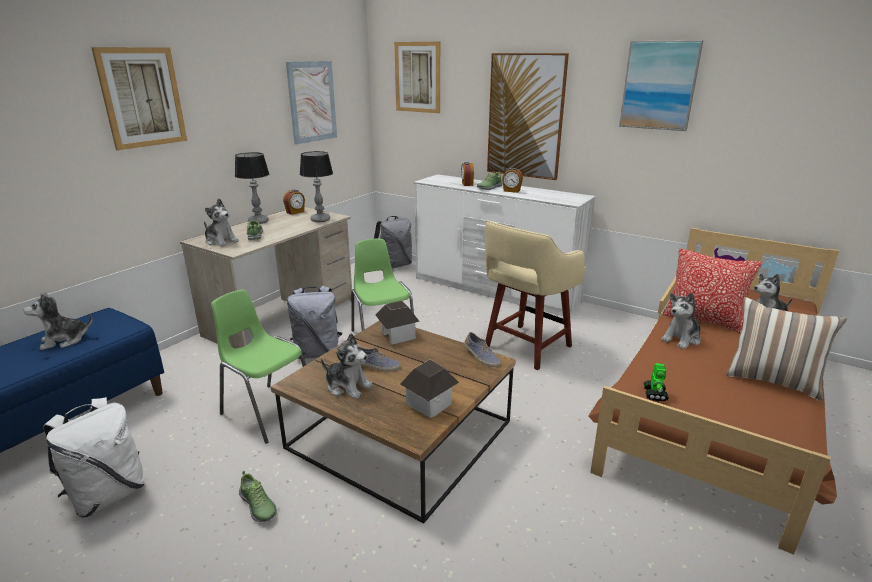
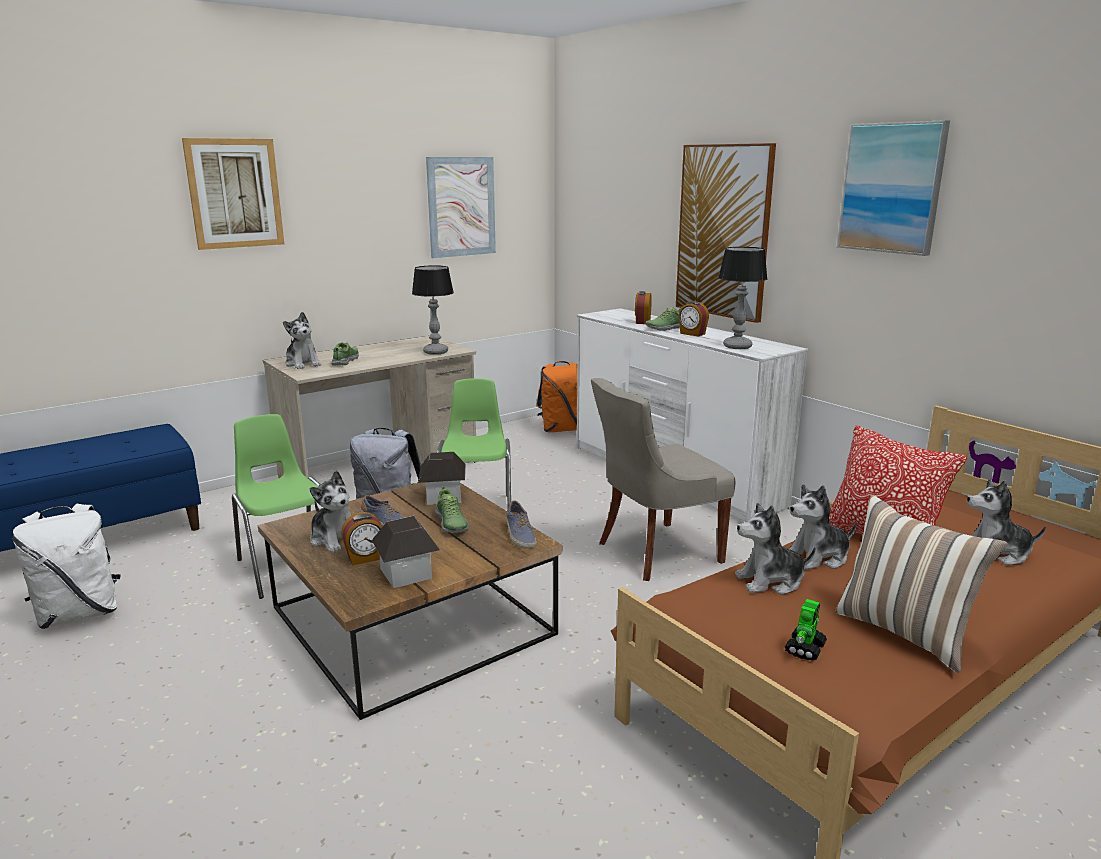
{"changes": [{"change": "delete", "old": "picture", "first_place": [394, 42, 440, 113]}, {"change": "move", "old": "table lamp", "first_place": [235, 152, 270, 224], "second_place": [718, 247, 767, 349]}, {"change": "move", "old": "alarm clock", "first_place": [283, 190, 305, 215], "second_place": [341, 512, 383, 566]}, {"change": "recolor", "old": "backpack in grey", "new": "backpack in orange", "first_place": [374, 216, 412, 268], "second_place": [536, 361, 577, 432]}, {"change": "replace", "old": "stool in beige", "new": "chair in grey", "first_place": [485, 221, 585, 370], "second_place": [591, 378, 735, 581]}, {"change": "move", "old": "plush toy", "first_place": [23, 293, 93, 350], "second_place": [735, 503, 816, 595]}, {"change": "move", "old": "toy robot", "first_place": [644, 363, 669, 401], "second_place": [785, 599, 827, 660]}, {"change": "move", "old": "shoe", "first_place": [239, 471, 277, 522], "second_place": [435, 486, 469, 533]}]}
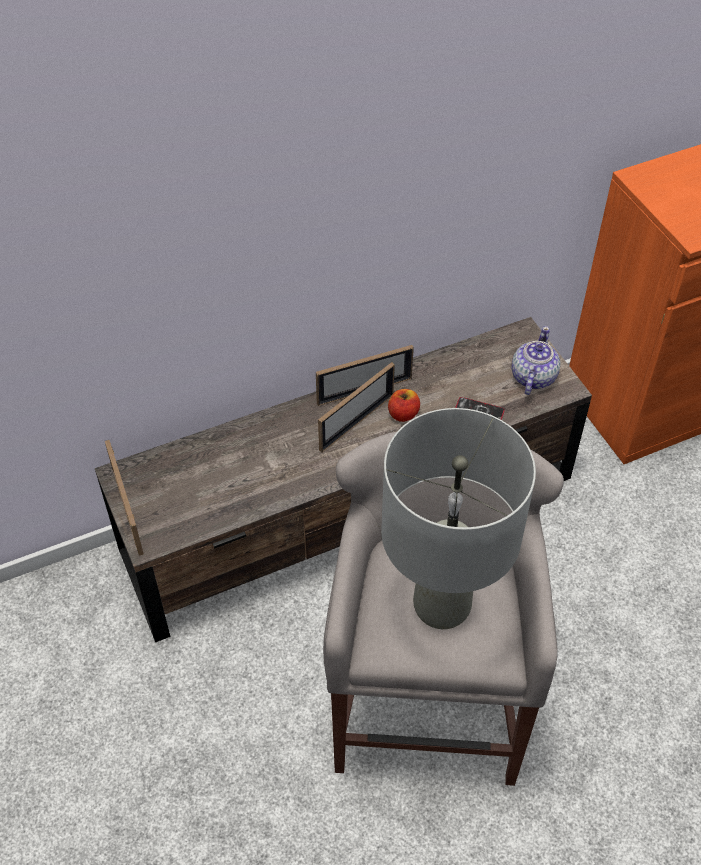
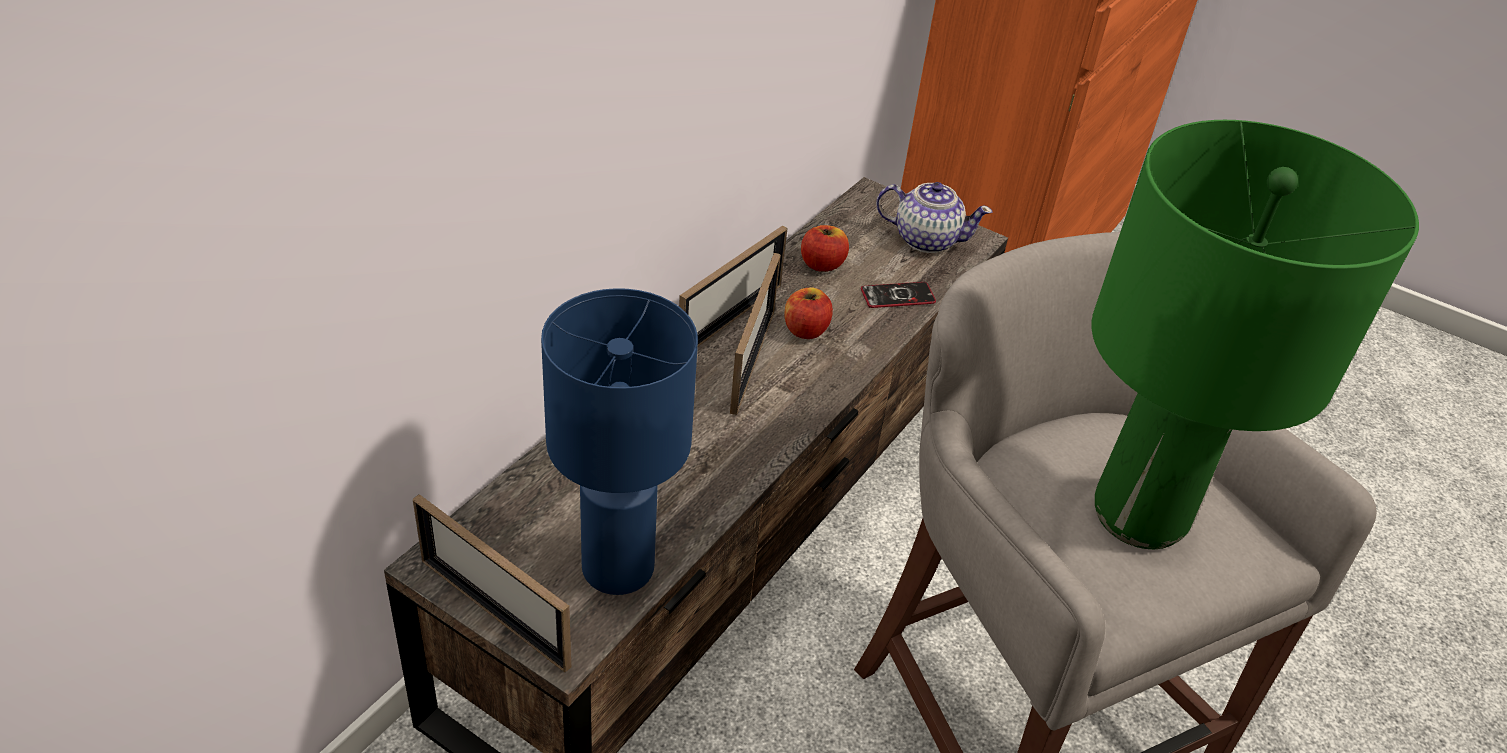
{"changes": [{"change": "rotate", "old": "teapot", "first_place": [511, 326, 561, 395], "second_place": [876, 182, 992, 253], "degrees": 120}, {"change": "recolor", "old": "table lamp in grey", "new": "table lamp in green", "first_place": [381, 408, 536, 629], "second_place": [1091, 120, 1419, 549]}, {"change": "insert", "new": "apple", "second_place": [801, 225, 849, 272]}, {"change": "insert", "new": "table lamp in blue", "second_place": [541, 288, 698, 595]}]}
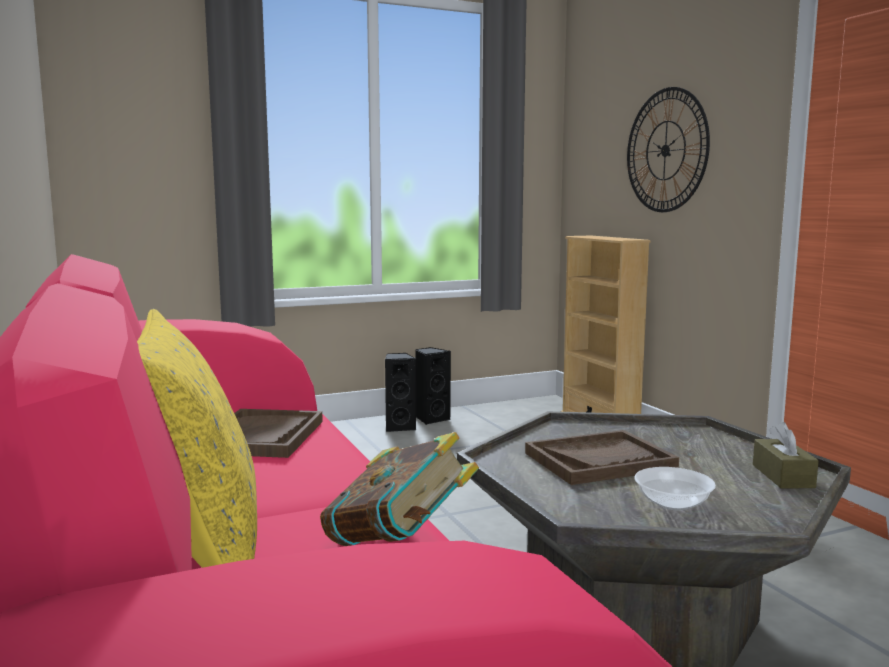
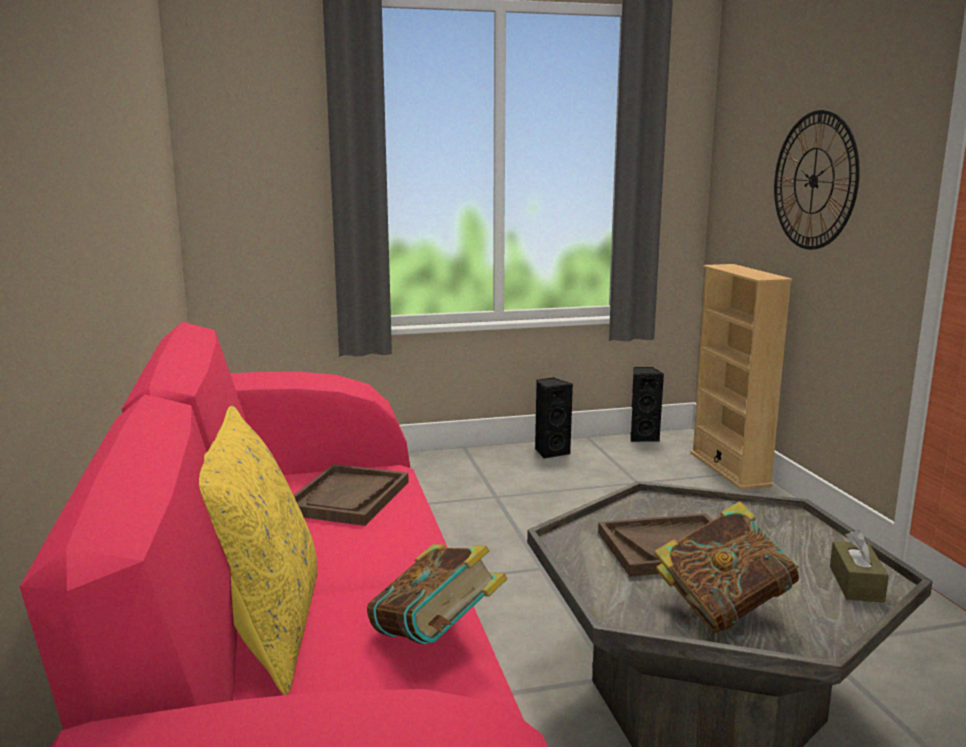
{"changes": [{"change": "move", "old": "speaker in black", "first_place": [385, 353, 416, 432], "second_place": [630, 367, 664, 442]}, {"change": "replace", "old": "bowl", "new": "book", "first_place": [635, 467, 716, 510], "second_place": [654, 501, 799, 633]}]}
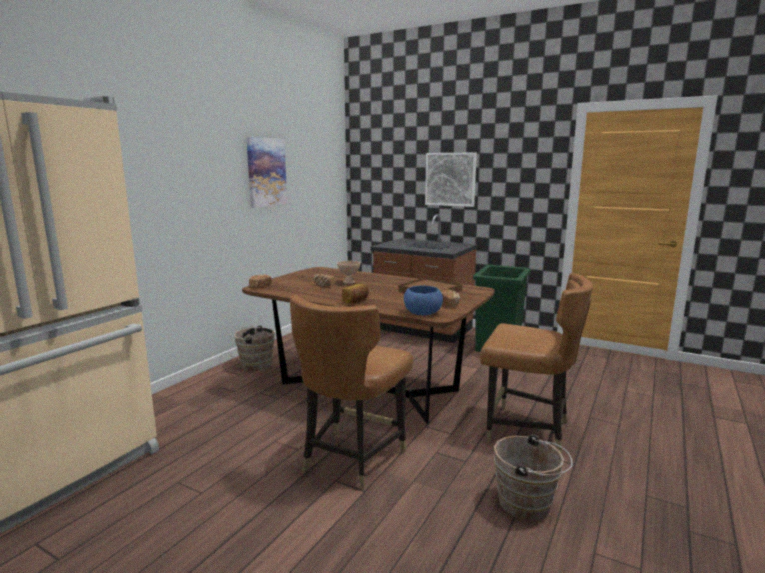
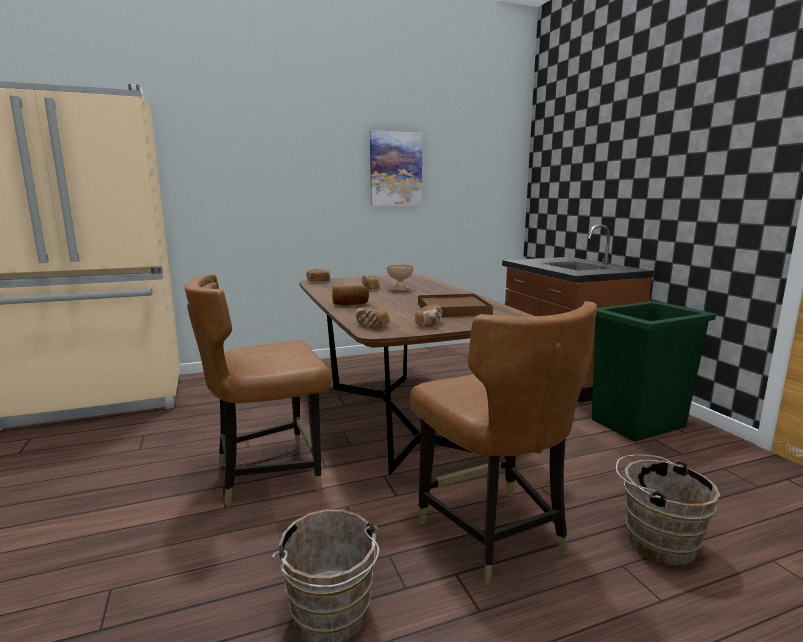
{"changes": [{"change": "delete", "old": "picture", "first_place": [425, 152, 477, 207]}, {"change": "replace", "old": "bowl in blue", "new": "bread", "first_place": [404, 285, 443, 315], "second_place": [355, 307, 390, 328]}, {"change": "move", "old": "bucket in brown", "first_place": [230, 325, 275, 371], "second_place": [616, 454, 720, 565]}]}
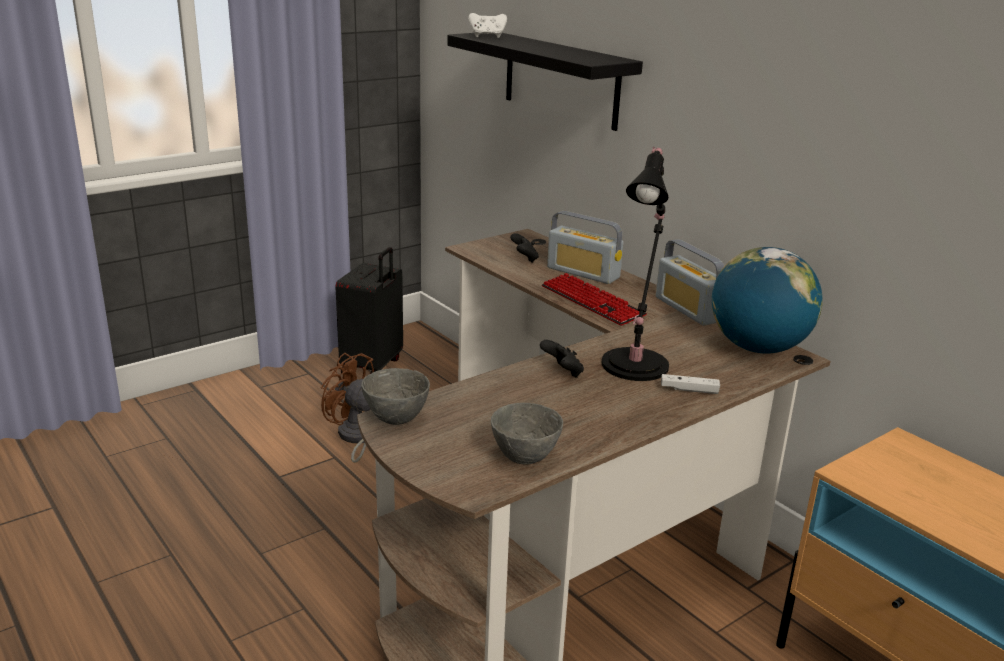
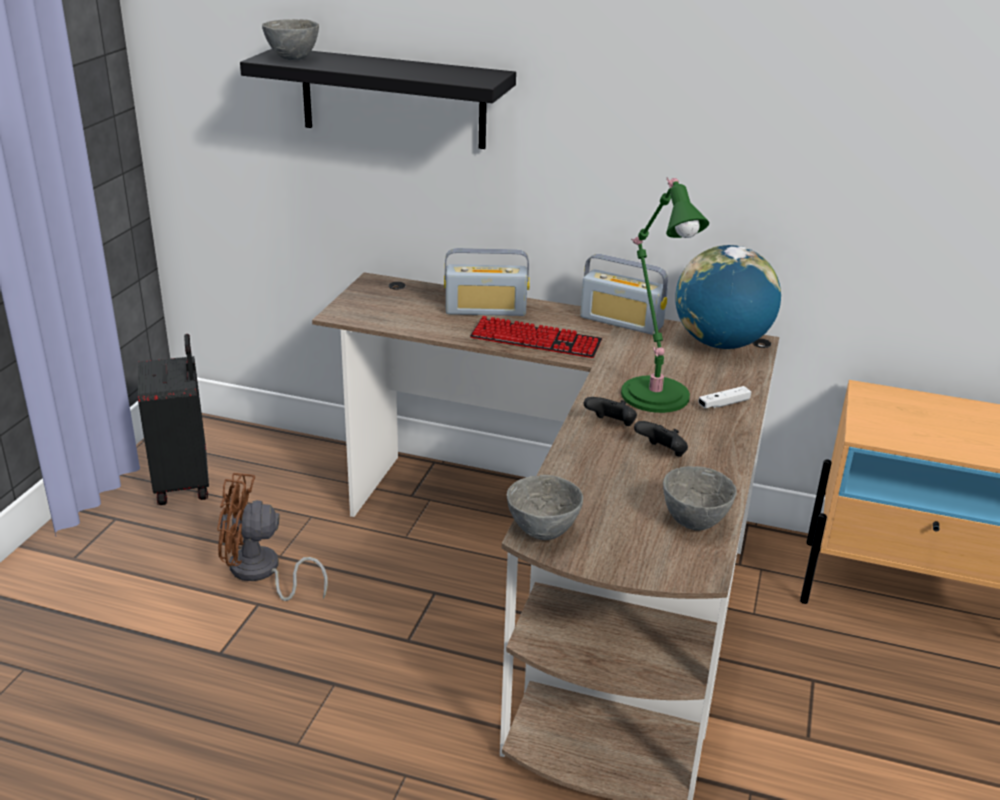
{"changes": [{"change": "replace", "old": "game controller in white", "new": "bowl in grey", "first_place": [468, 13, 507, 38], "second_place": [262, 19, 319, 60]}, {"change": "recolor", "old": "table lamp in black", "new": "table lamp in green", "first_place": [602, 147, 669, 381], "second_place": [621, 178, 709, 413]}, {"change": "move", "old": "game controller in black", "first_place": [510, 233, 539, 263], "second_place": [634, 421, 688, 457]}]}
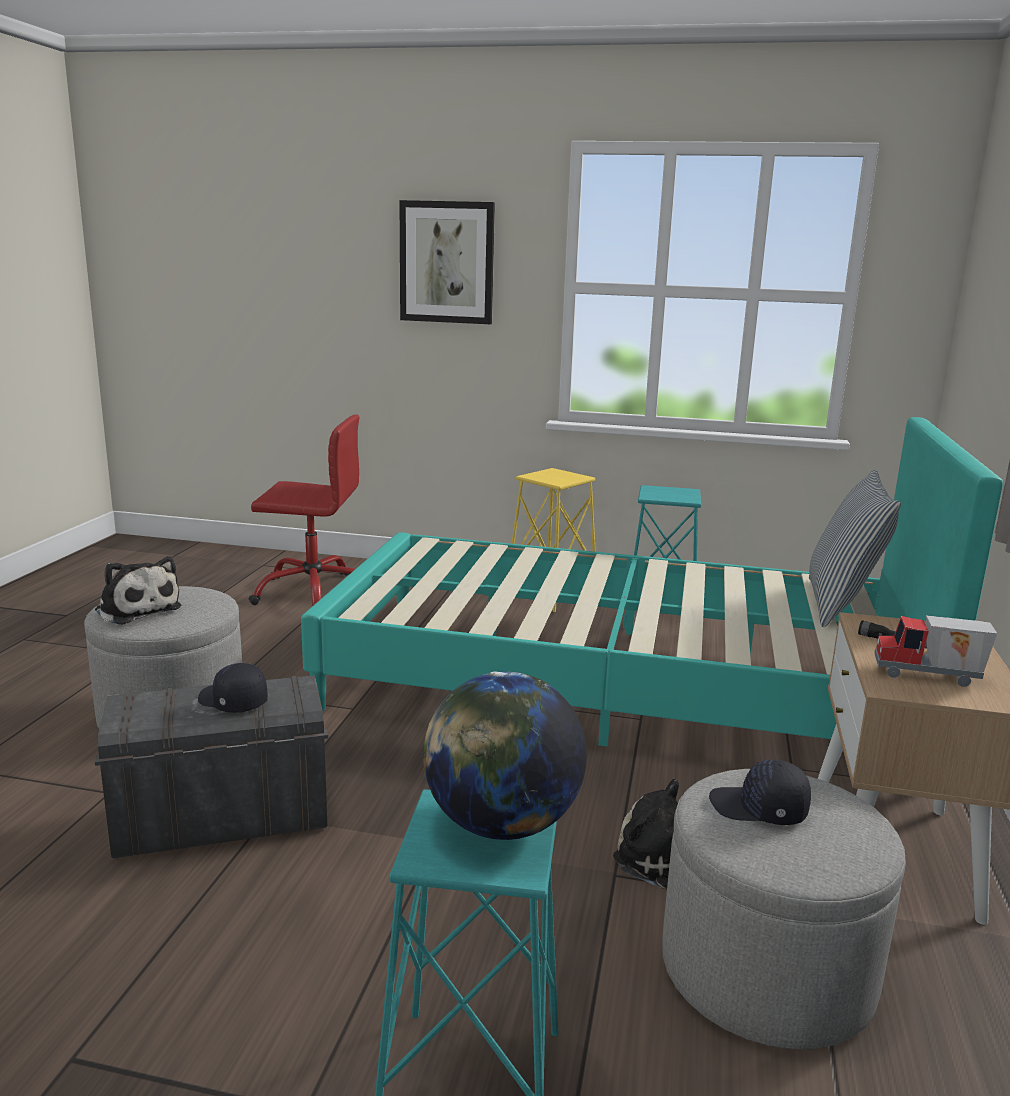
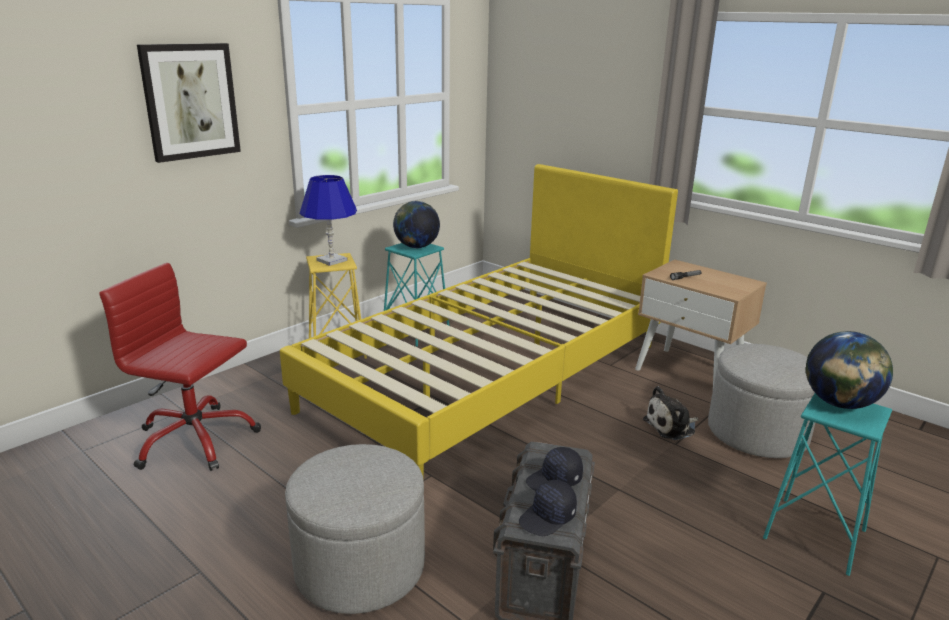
{"changes": [{"change": "rotate", "old": "office chair in red", "first_place": [249, 414, 360, 606], "second_place": [99, 263, 261, 471], "degrees": -105}, {"change": "recolor", "old": "bed in turquoise", "new": "bed in yellow", "first_place": [301, 417, 1003, 746], "second_place": [280, 164, 678, 477]}, {"change": "delete", "old": "pillow", "first_place": [809, 469, 901, 628]}, {"change": "delete", "old": "plush toy", "first_place": [95, 556, 181, 625]}, {"change": "delete", "old": "toy truck", "first_place": [874, 615, 997, 687]}, {"change": "move", "old": "cap in black", "first_place": [709, 759, 811, 825], "second_place": [519, 480, 577, 536]}, {"change": "insert", "new": "table lamp in blue", "second_place": [300, 175, 357, 266]}, {"change": "insert", "new": "globe", "second_place": [393, 201, 440, 248]}]}
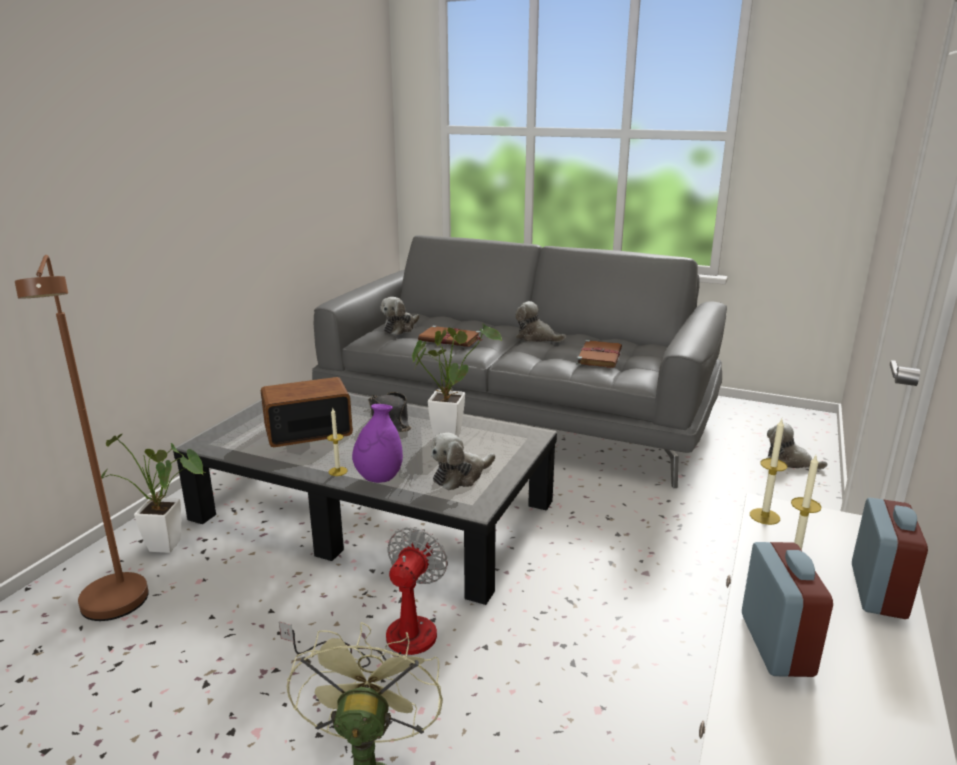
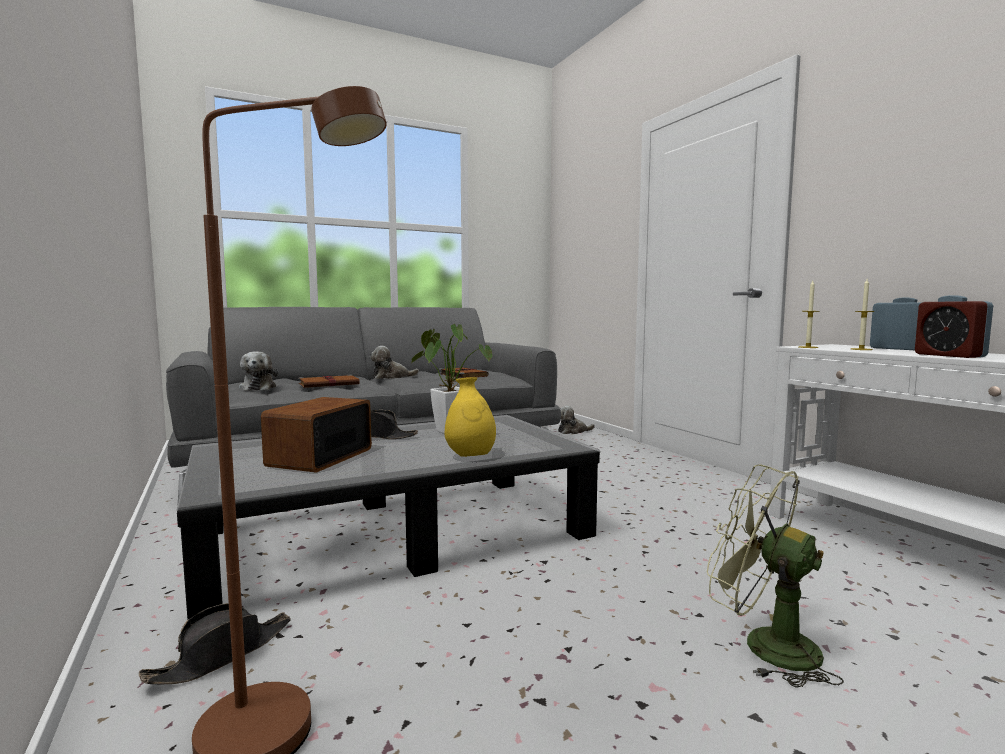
{"changes": [{"change": "recolor", "old": "vase in purple", "new": "vase in yellow", "first_place": [352, 404, 403, 483], "second_place": [445, 377, 496, 457]}, {"change": "delete", "old": "candle", "first_place": [327, 408, 347, 476]}, {"change": "delete", "old": "plush toy", "first_place": [431, 433, 495, 491]}, {"change": "replace", "old": "potted plant", "new": "hat in black", "first_place": [101, 434, 205, 553], "second_place": [139, 603, 291, 684]}, {"change": "delete", "old": "fan", "first_place": [279, 527, 448, 668]}, {"change": "rotate", "old": "alarm clock", "first_place": [742, 542, 833, 677], "second_place": [915, 295, 993, 358], "degrees": -150}]}
